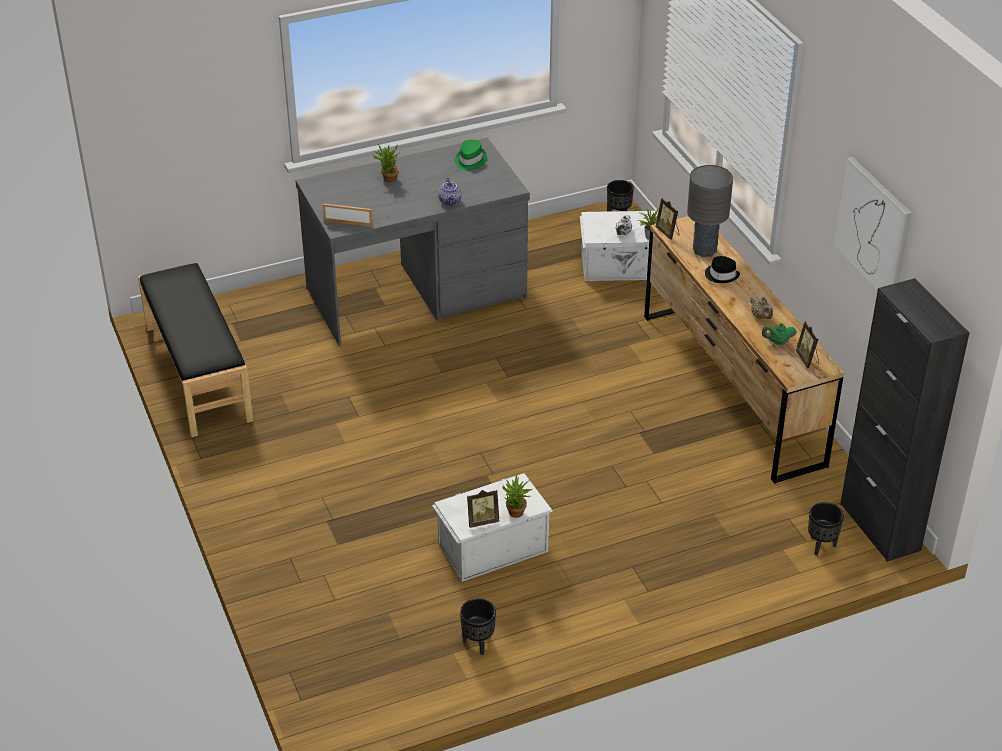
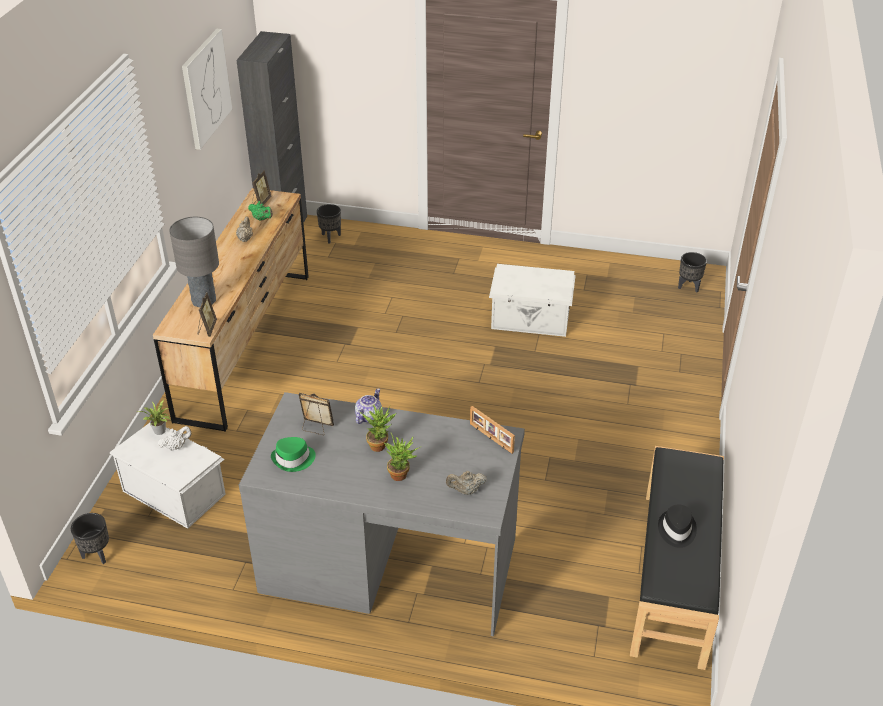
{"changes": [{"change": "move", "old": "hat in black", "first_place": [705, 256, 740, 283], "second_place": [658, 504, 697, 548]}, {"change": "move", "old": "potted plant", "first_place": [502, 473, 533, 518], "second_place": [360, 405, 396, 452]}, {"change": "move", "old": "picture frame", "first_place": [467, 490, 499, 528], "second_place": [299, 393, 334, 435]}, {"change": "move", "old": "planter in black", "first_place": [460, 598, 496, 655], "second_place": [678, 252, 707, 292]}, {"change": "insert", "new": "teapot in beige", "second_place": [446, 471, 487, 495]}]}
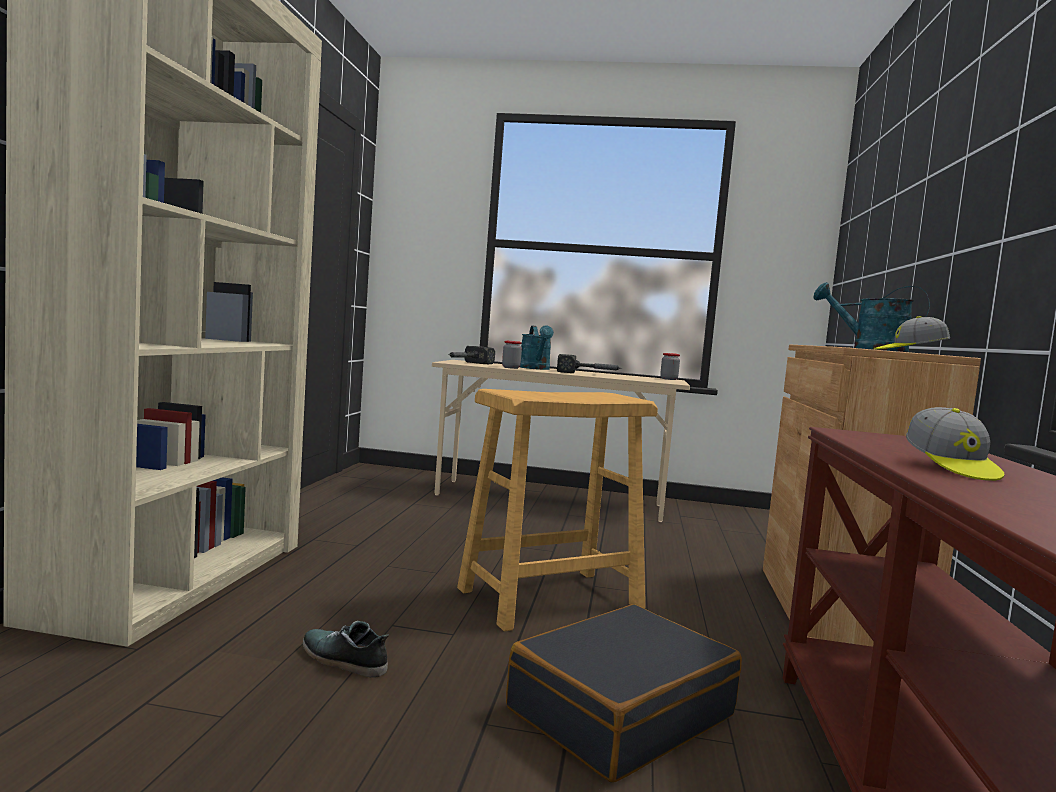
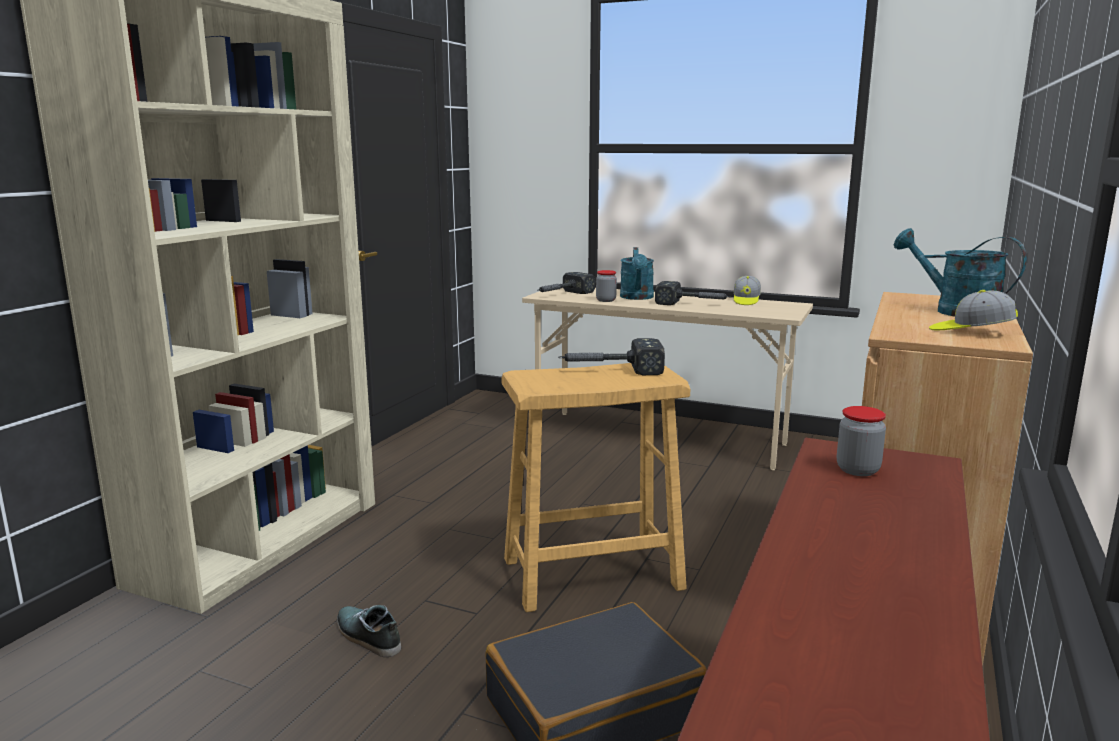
{"changes": [{"change": "move", "old": "jar", "first_place": [660, 353, 680, 380], "second_place": [837, 406, 886, 476]}, {"change": "move", "old": "cap", "first_place": [906, 407, 1004, 481], "second_place": [734, 276, 761, 305]}, {"change": "insert", "new": "hammer", "second_place": [558, 338, 665, 375]}]}
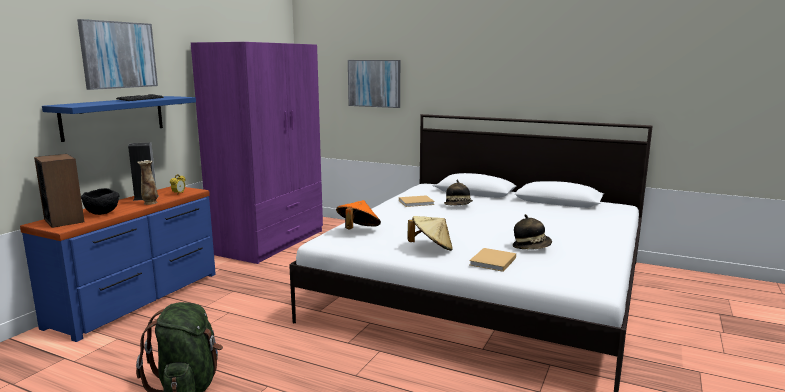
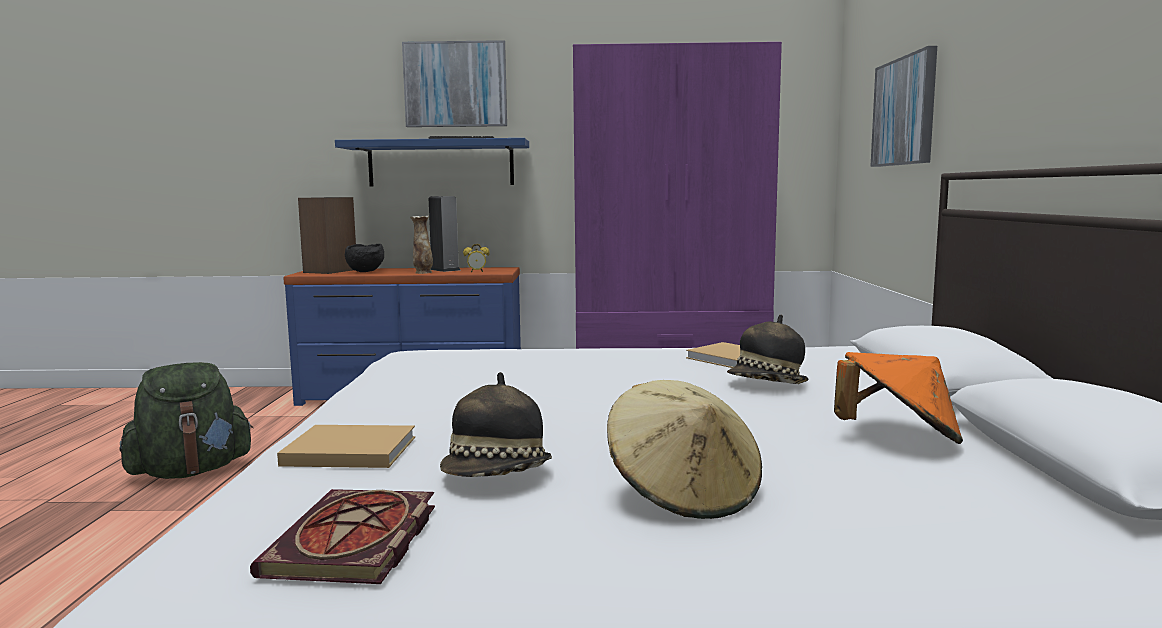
{"changes": [{"change": "move", "old": "hat in orange", "first_place": [336, 200, 381, 229], "second_place": [834, 352, 963, 444]}, {"change": "move", "old": "hat in beige", "first_place": [407, 216, 453, 251], "second_place": [607, 380, 762, 519]}, {"change": "insert", "new": "book", "second_place": [250, 489, 435, 584]}]}
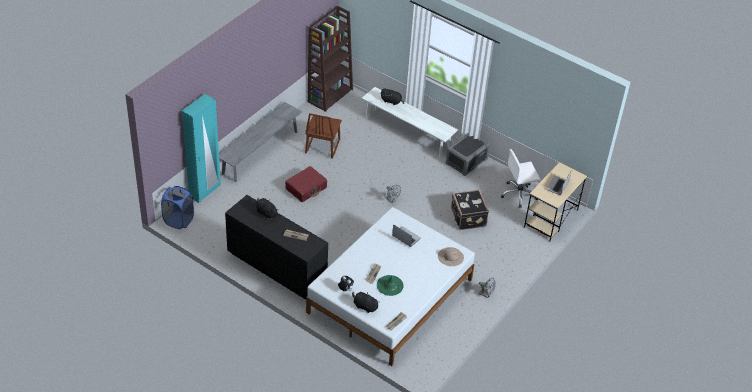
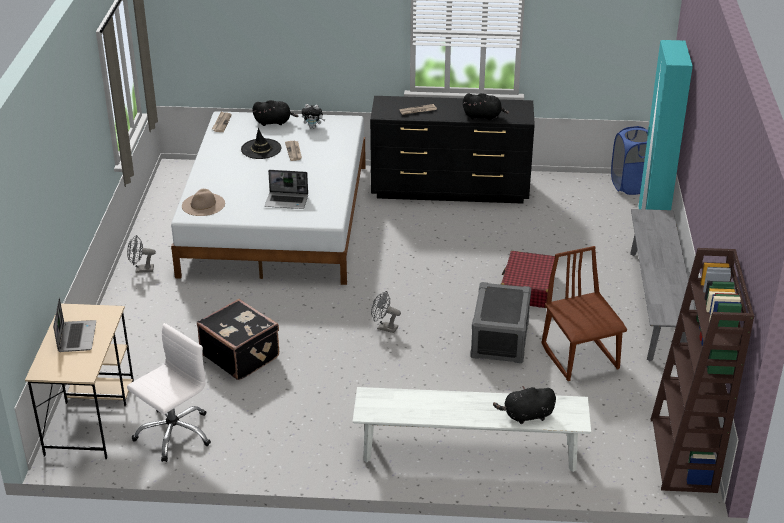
{"changes": [{"change": "move", "old": "storage box in grey", "first_place": [445, 133, 490, 176], "second_place": [470, 282, 531, 363]}, {"change": "recolor", "old": "hat in green", "new": "hat in black", "first_place": [377, 275, 404, 296], "second_place": [241, 128, 281, 159]}]}
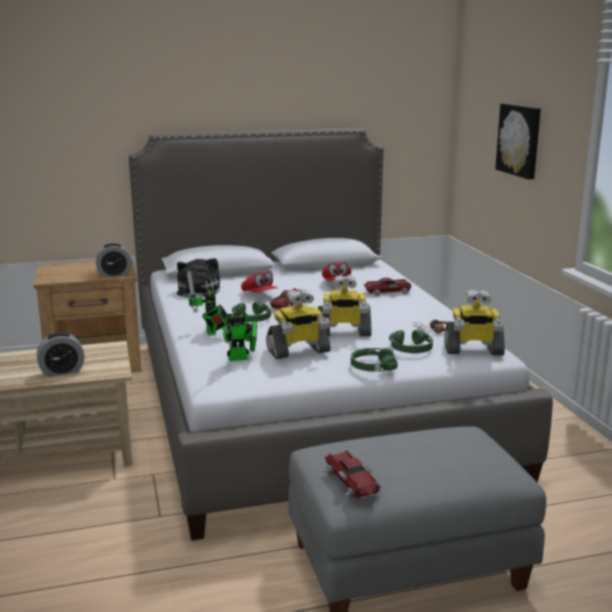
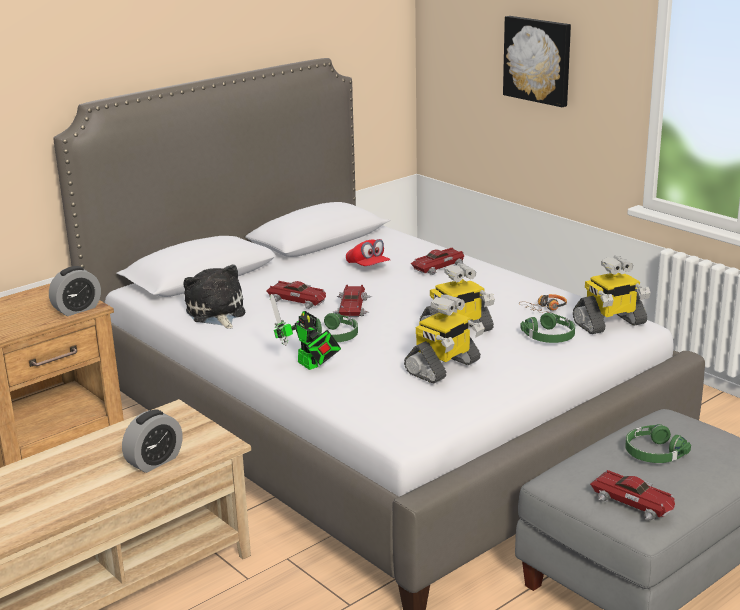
{"changes": [{"change": "replace", "old": "cap in red", "new": "toy car", "first_place": [241, 271, 278, 293], "second_place": [266, 281, 326, 309]}, {"change": "delete", "old": "toy robot", "first_place": [219, 304, 257, 361]}, {"change": "move", "old": "headphones in green", "first_place": [351, 348, 398, 371], "second_place": [626, 424, 691, 463]}]}
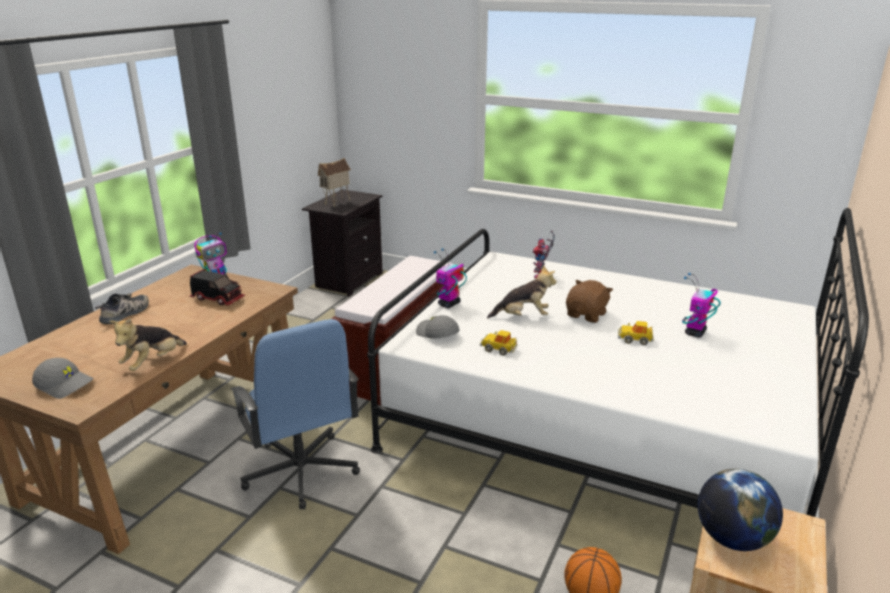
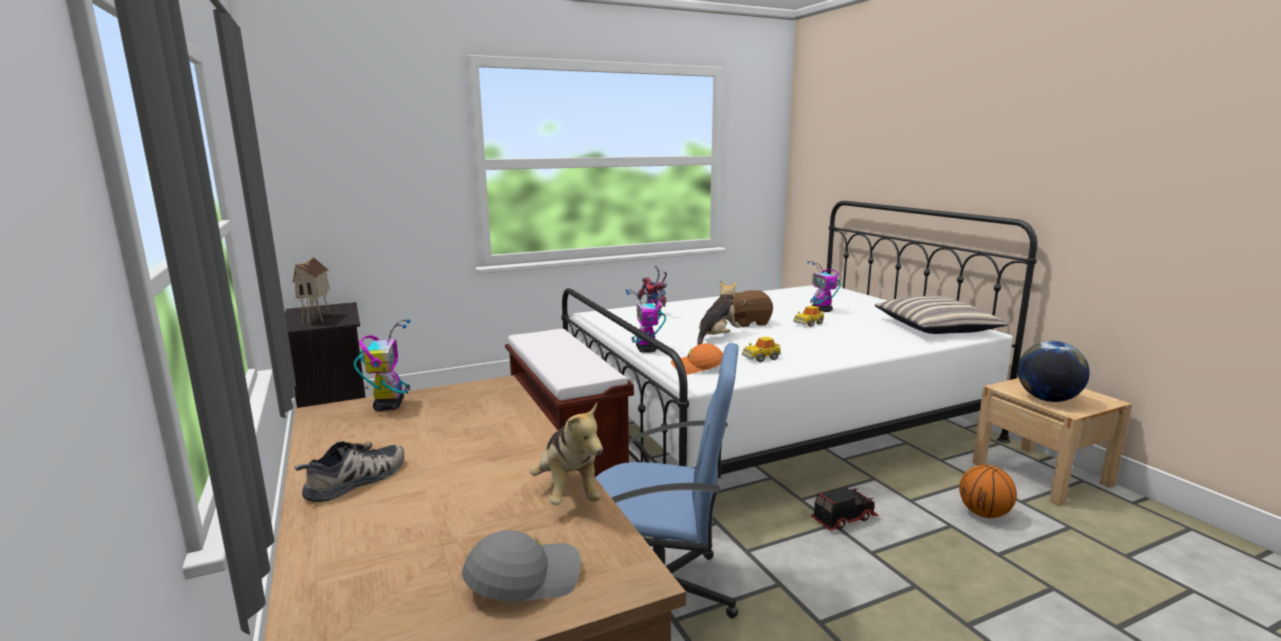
{"changes": [{"change": "move", "old": "toy truck", "first_place": [190, 269, 245, 305], "second_place": [811, 486, 879, 531]}, {"change": "rotate", "old": "plush toy in brown", "first_place": [566, 280, 613, 323], "second_place": [733, 290, 773, 327], "degrees": -90}, {"change": "rotate", "old": "shoe", "first_place": [95, 293, 149, 324], "second_place": [294, 441, 404, 502], "degrees": 60}, {"change": "recolor", "old": "cap in grey", "new": "cap in orange", "first_place": [416, 315, 460, 339], "second_place": [671, 344, 723, 375]}, {"change": "insert", "new": "pillow", "second_place": [875, 296, 1008, 334]}]}
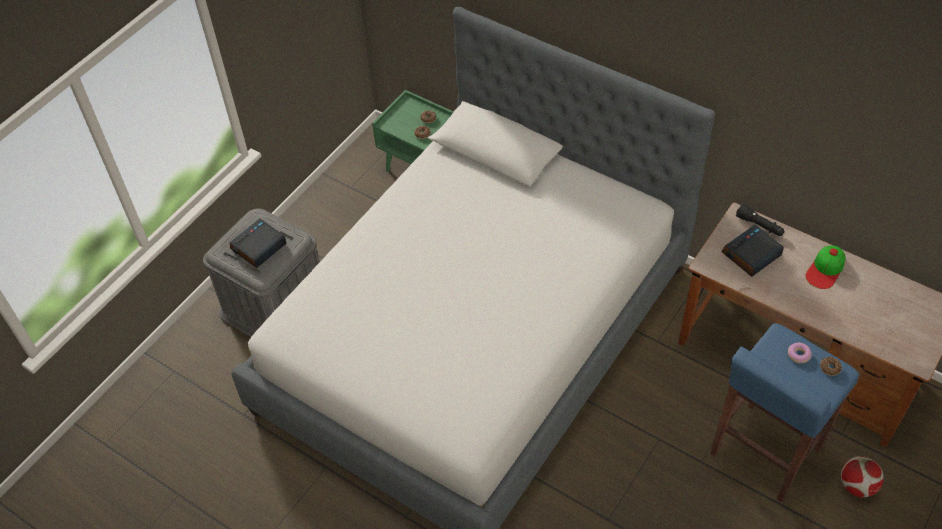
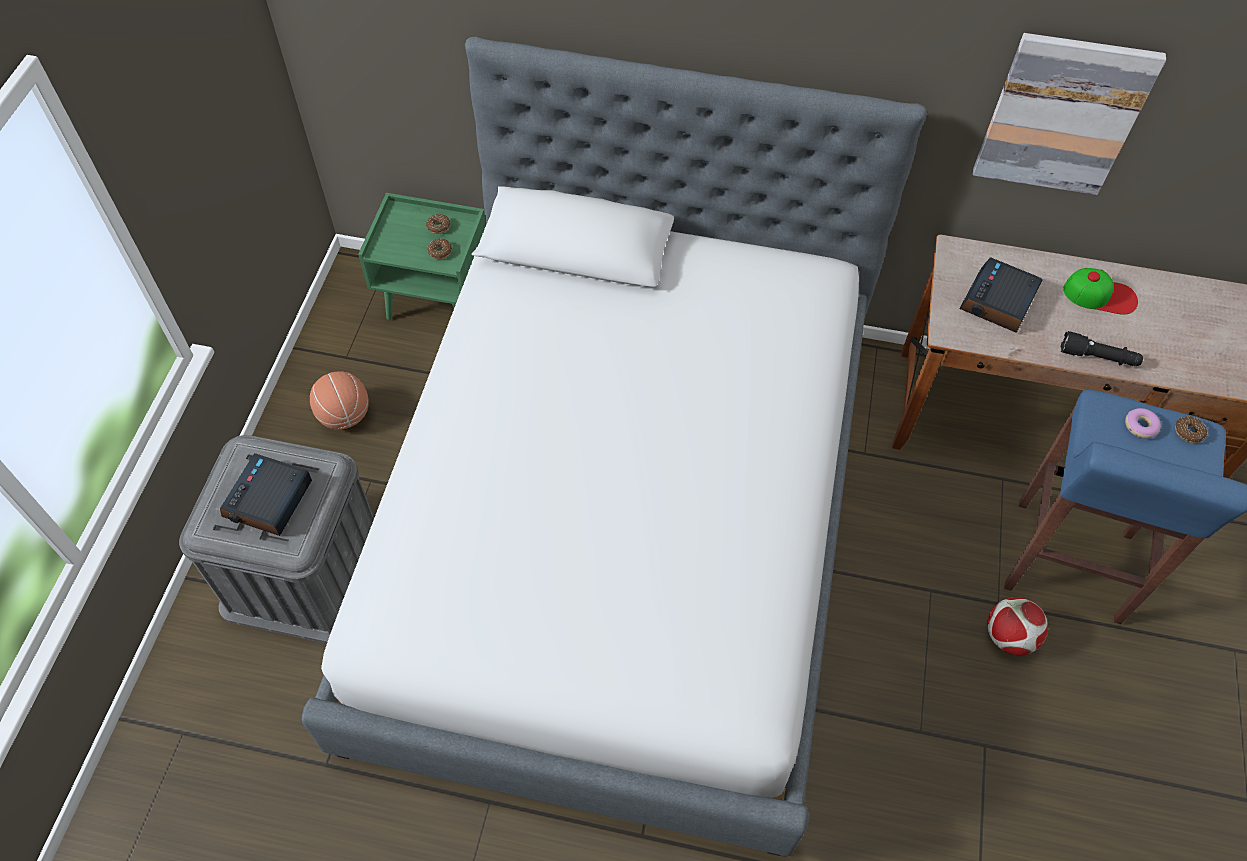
{"changes": [{"change": "move", "old": "flashlight in black", "first_place": [736, 204, 784, 236], "second_place": [1060, 331, 1143, 366]}, {"change": "rotate", "old": "cap", "first_place": [806, 246, 846, 289], "second_place": [1063, 268, 1138, 315], "degrees": -90}, {"change": "move", "old": "football", "first_place": [841, 456, 884, 497], "second_place": [987, 597, 1048, 655]}, {"change": "insert", "new": "picture", "second_place": [973, 33, 1166, 195]}, {"change": "insert", "new": "basketball", "second_place": [310, 371, 369, 430]}]}
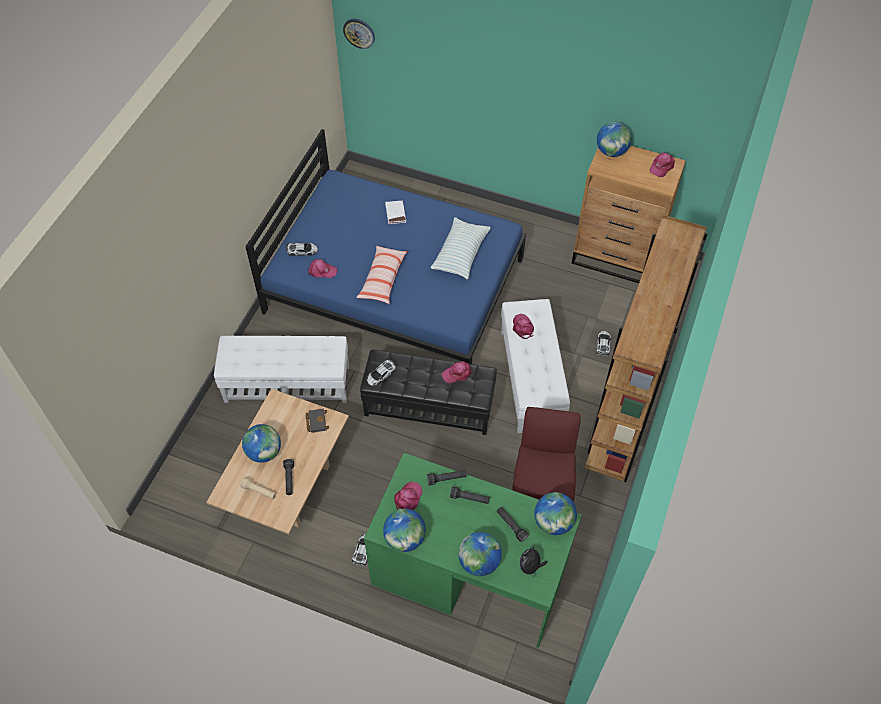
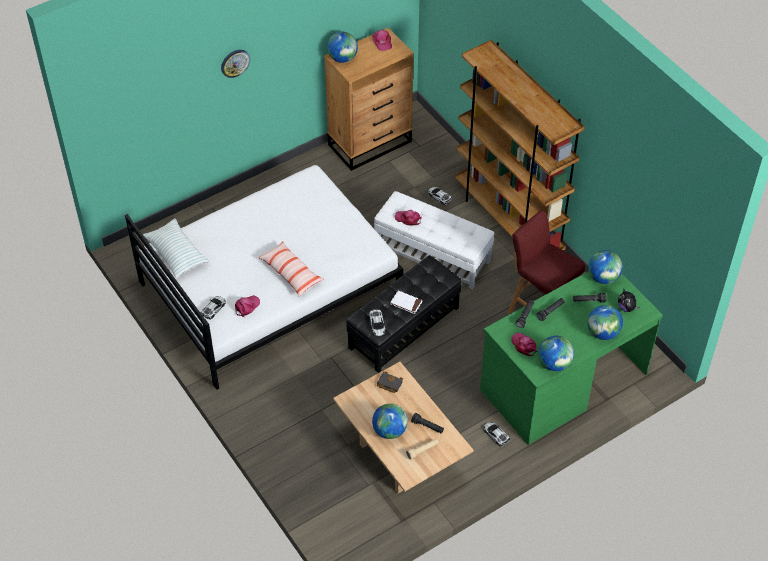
{"changes": [{"change": "move", "old": "wall clock", "first_place": [343, 19, 375, 49], "second_place": [221, 50, 250, 78]}, {"change": "recolor", "old": "bed in blue", "new": "bed in white", "first_place": [245, 129, 526, 364], "second_place": [125, 165, 403, 390]}, {"change": "move", "old": "book in white", "first_place": [385, 201, 406, 224], "second_place": [390, 290, 423, 314]}, {"change": "move", "old": "pillow", "first_place": [430, 217, 491, 280], "second_place": [143, 219, 209, 278]}, {"change": "delete", "old": "ottoman in white", "first_place": [214, 336, 349, 403]}, {"change": "delete", "old": "cap in pink", "first_place": [442, 361, 472, 383]}]}
